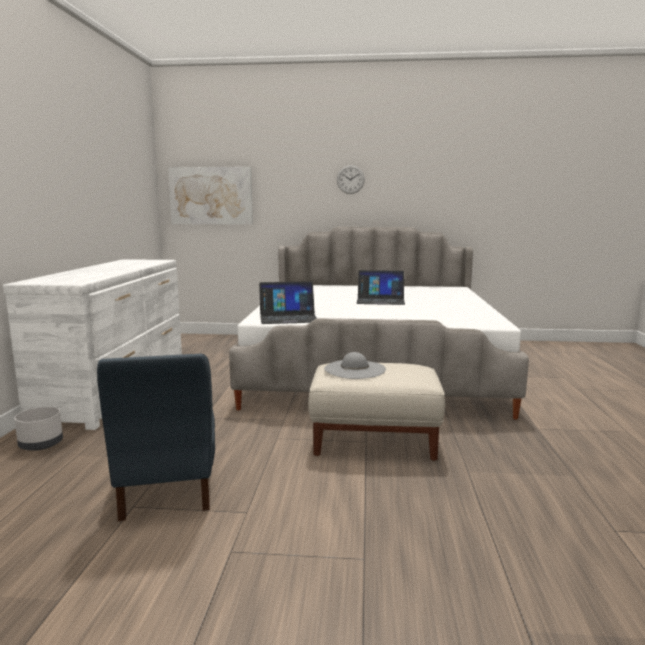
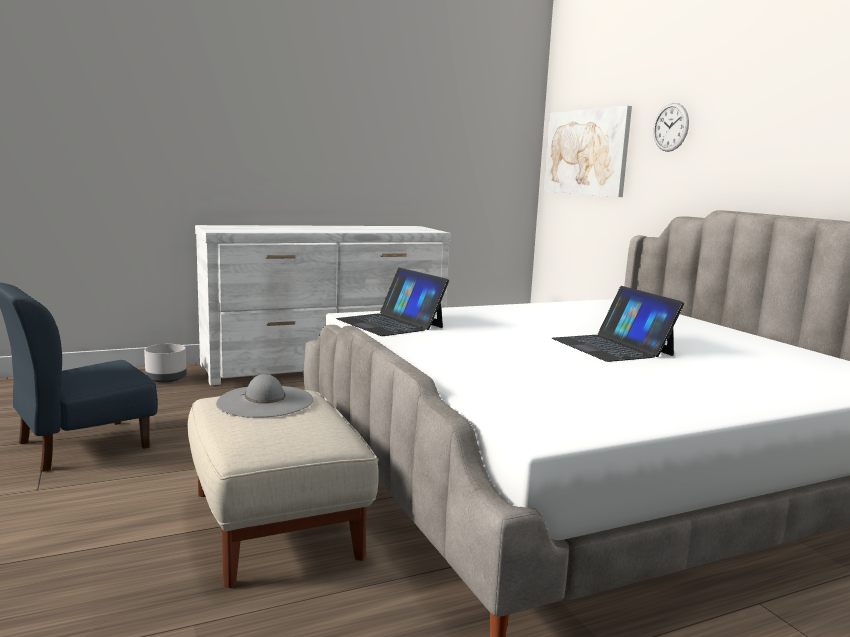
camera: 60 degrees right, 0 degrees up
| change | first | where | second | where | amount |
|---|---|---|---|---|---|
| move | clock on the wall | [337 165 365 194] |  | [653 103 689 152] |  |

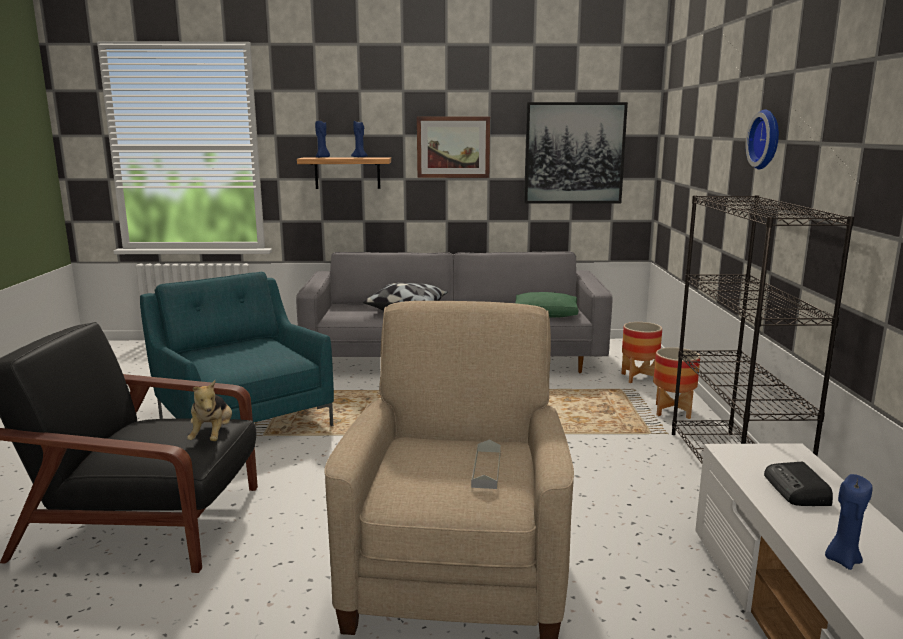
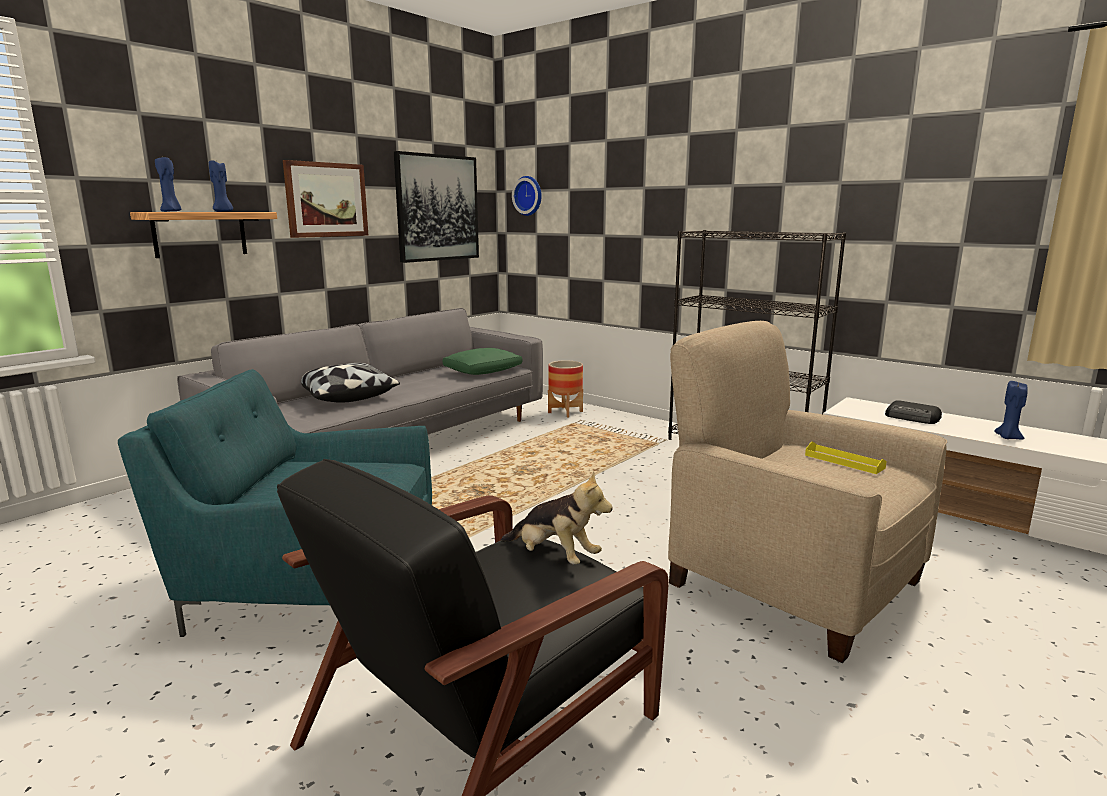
camera: 50 degrees left, 0 degrees up
| change | first | where | second | where | amount |
|---|---|---|---|---|---|
| move | clock on the wall | [746 109 779 169] |  | [512 176 542 216] |  |
| delete | flower pot | [654 347 700 419] |  |  |  |
| recolor | gray serving tray | [471 440 501 489] | yellow-coloured serving tray | [805 441 887 474] |  |

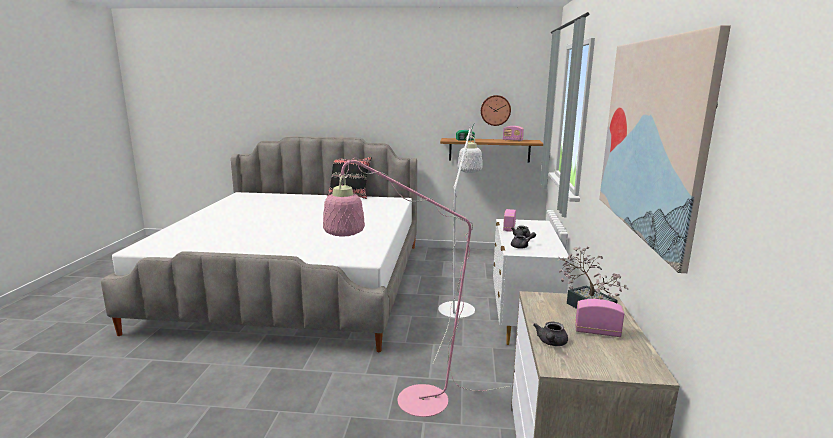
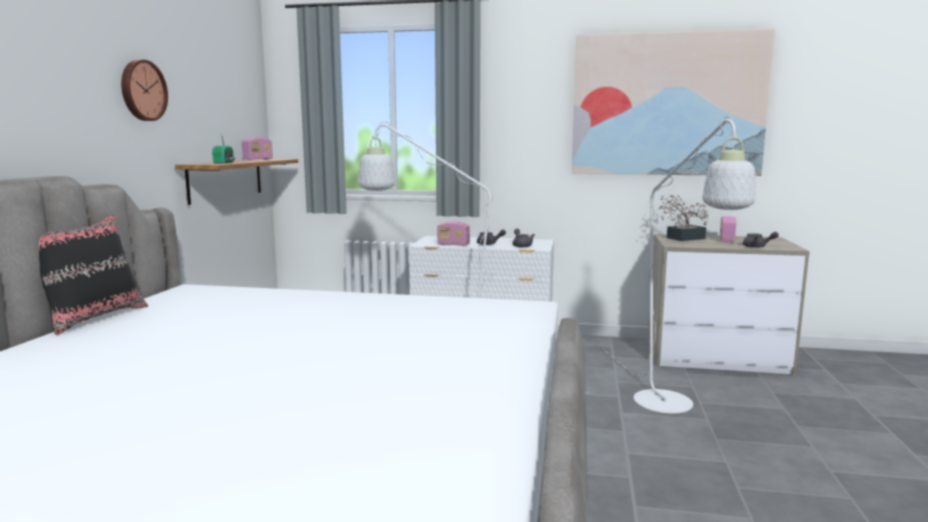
camera: 85 degrees left, 5 degrees down
| change | first | where | second | where | amount |
|---|---|---|---|---|---|
| move | clock on the wall | [481 95 511 126] |  | [121 60 168 121] |  |
| recolor | pink-coloured standing lamp | [323 158 511 417] | whitish standing lamp | [603 116 756 413] |  |

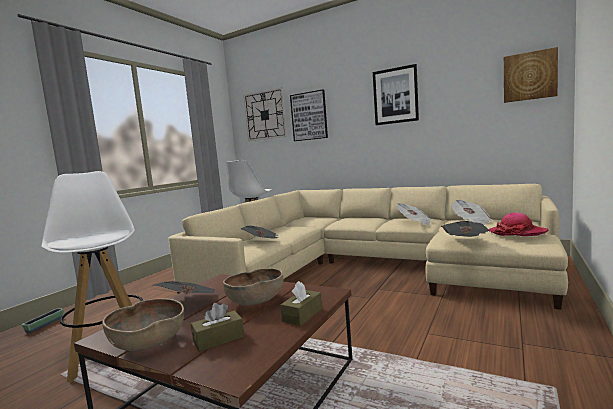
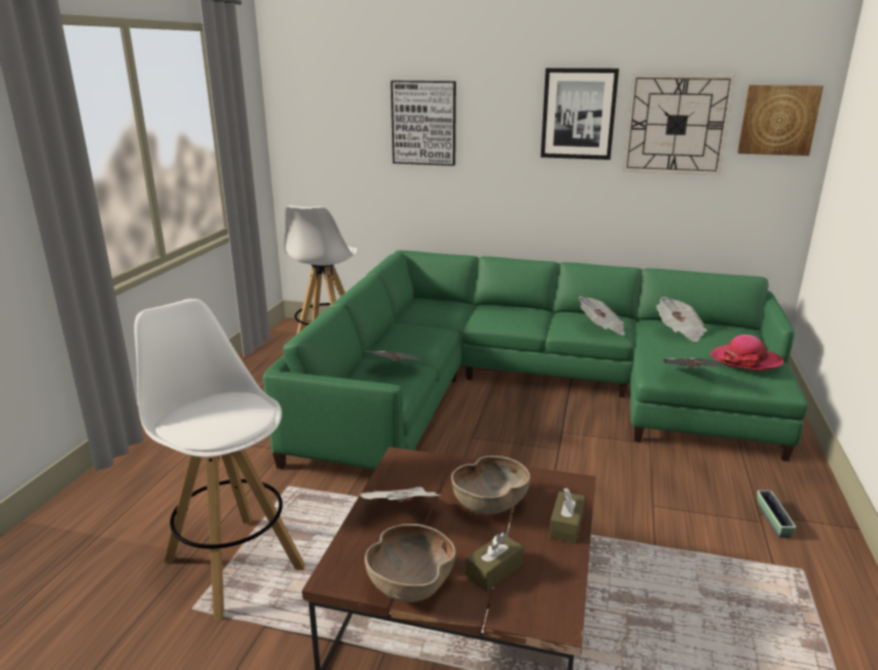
camera: 15 degrees left, 15 degrees up
| change | first | where | second | where | amount |
|---|---|---|---|---|---|
| move | clock on the wall | [243 87 287 141] |  | [623 74 736 176] |  |
| recolor | sand-coloured settee | [168 184 568 310] | green-coloured settee | [263 250 808 469] |  |
| move | flower pot | [22 308 63 333] |  | [757 490 796 538] |  |

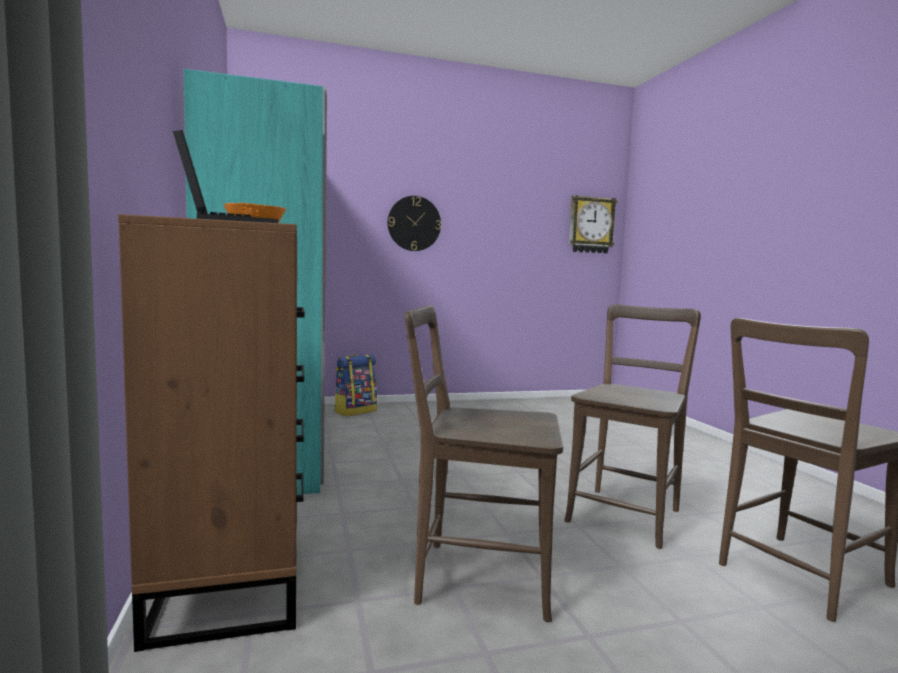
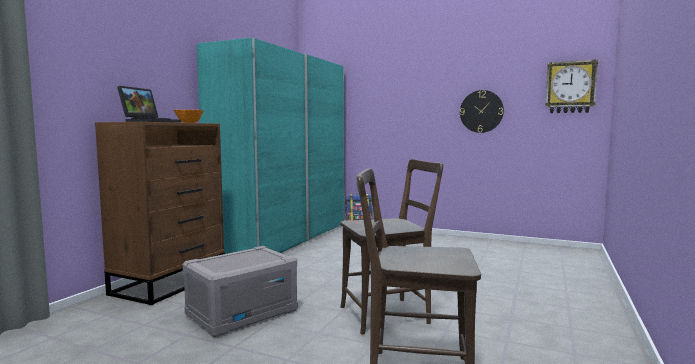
camera: 40 degrees right, 0 degrees up
| change | first | where | second | where | amount |
|---|---|---|---|---|---|
| move | clock on the wall | [388 196 441 251] |  | [460 90 504 133] |  |
| replace | brown-coloured chair | [405 305 563 622] | gray storage bin | [183 246 298 337] |  |

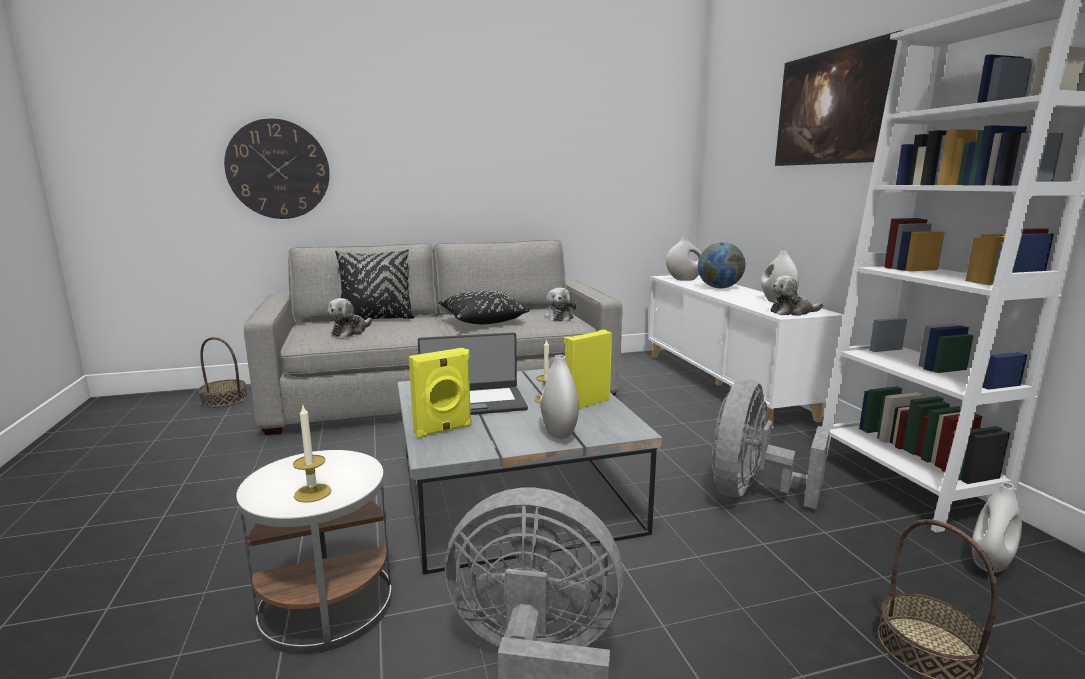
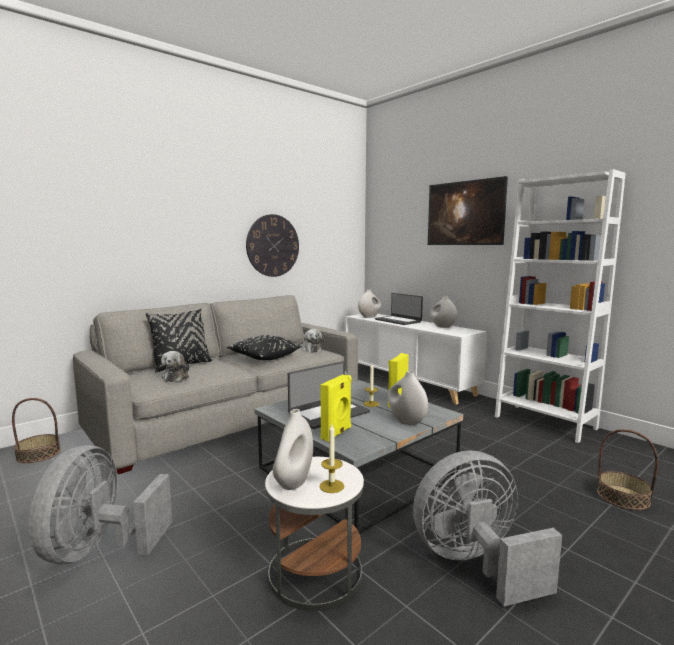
camera: 25 degrees left, 5 degrees down
| change | first | where | second | where | amount |
|---|---|---|---|---|---|
| move | clock on the wall | [224 118 330 219] |  | [246 214 299 277] |  |
| replace | world globe | [698 242 745 288] | laptop | [375 293 423 325] |  |
| delete | soft toy | [770 276 823 316] |  |  |  |
| move | gray electric fan | [712 379 830 509] |  | [29 445 172 564] |  |
| move | whitish decorative vase | [972 482 1022 573] |  | [273 409 313 490] |  |

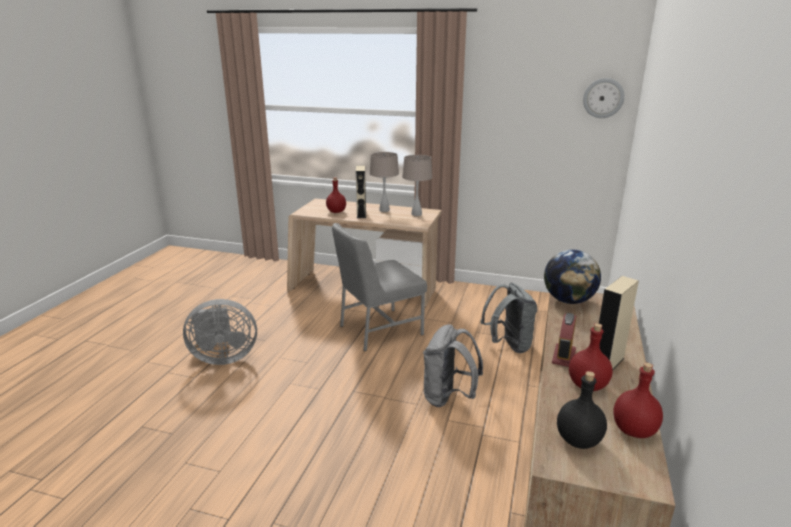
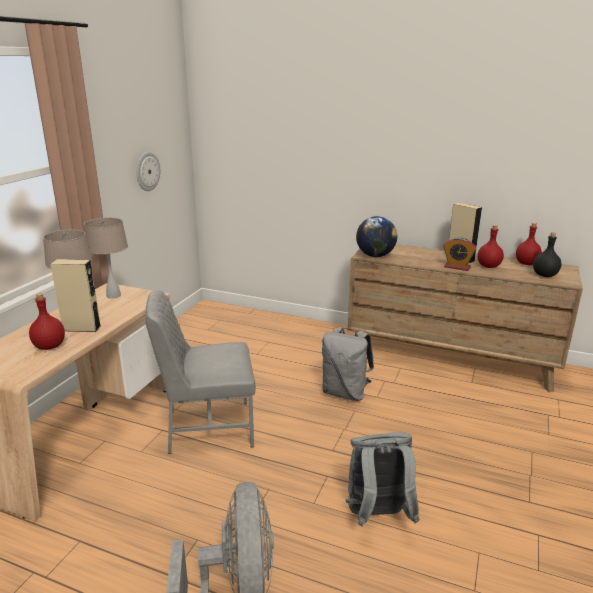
camera: 85 degrees left, 0 degrees up
| change | first | where | second | where | amount |
|---|---|---|---|---|---|
| move | clock on the wall | [583 78 625 118] |  | [136 152 160 191] |  |
| rotate | gray chair | [332 223 427 351] |  | [145 290 256 454] | 105 degrees clockwise |
| move | gray rucksack | [481 283 537 353] |  | [346 432 420 527] |  |

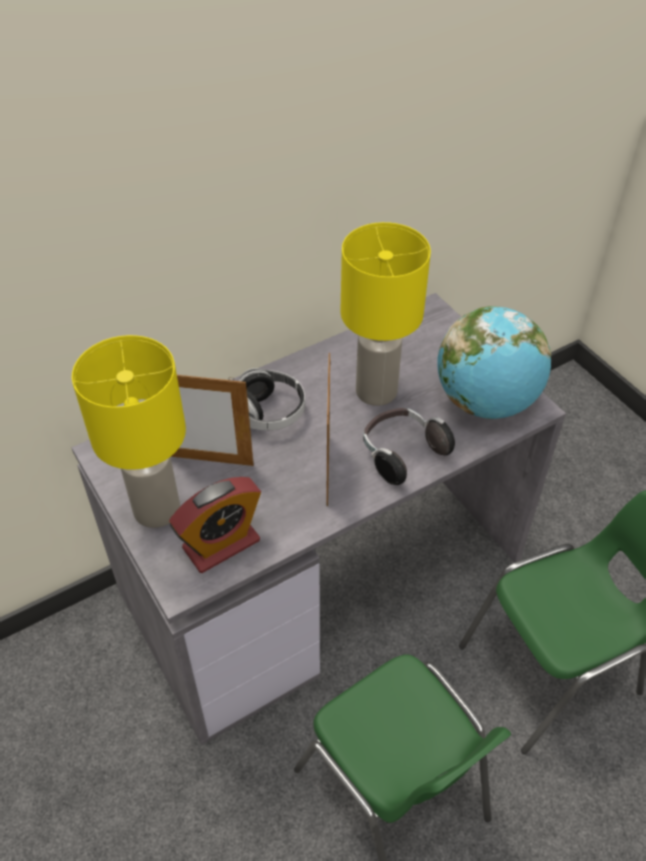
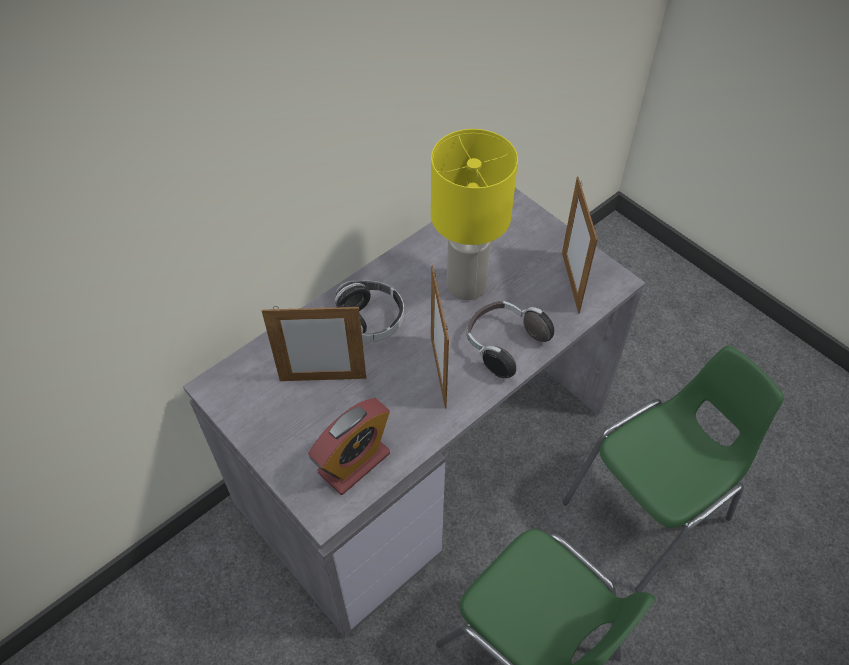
camera: 10 degrees left, 5 degrees up
| change | first | where | second | where | amount |
|---|---|---|---|---|---|
| replace | world globe | [437 306 551 419] | photo frame | [562 176 598 313] |  |
| delete | yellow-coloured lamp for a table | [72 335 186 528] |  |  |  |

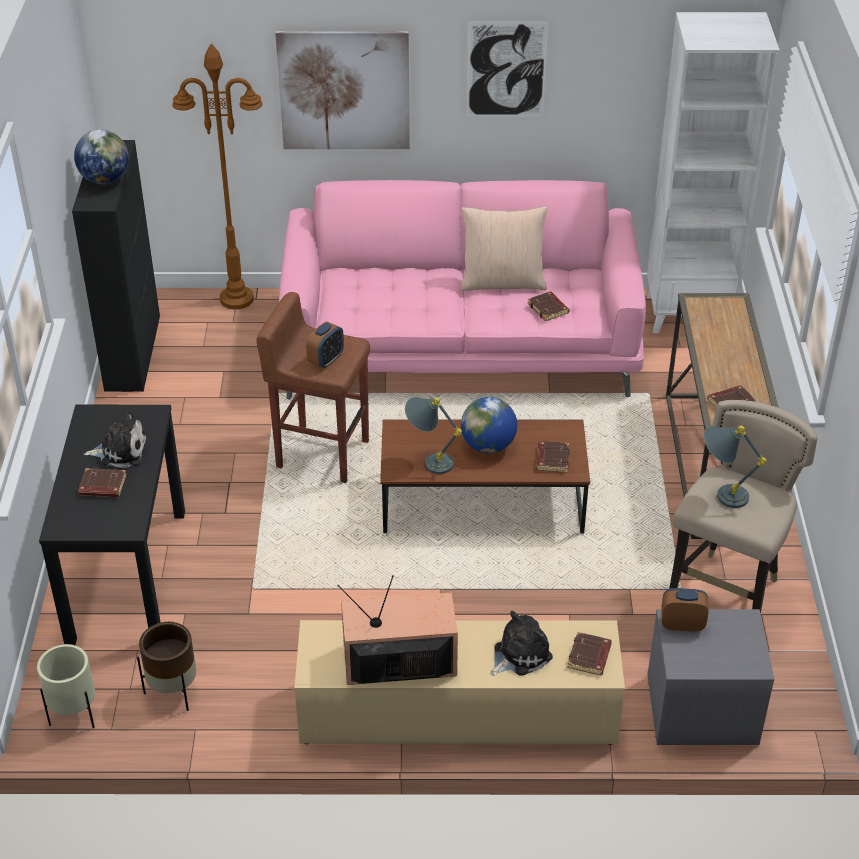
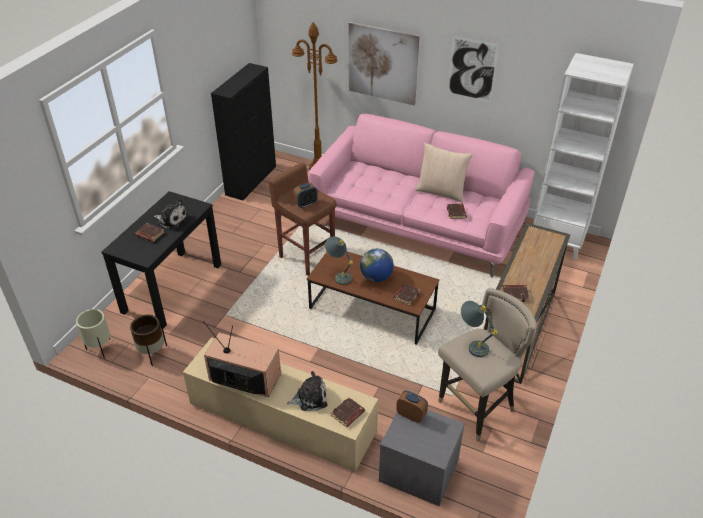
camera: 25 degrees right, 0 degrees up
| change | first | where | second | where | amount |
|---|---|---|---|---|---|
| delete | world globe | [74 130 129 184] |  |  |  |

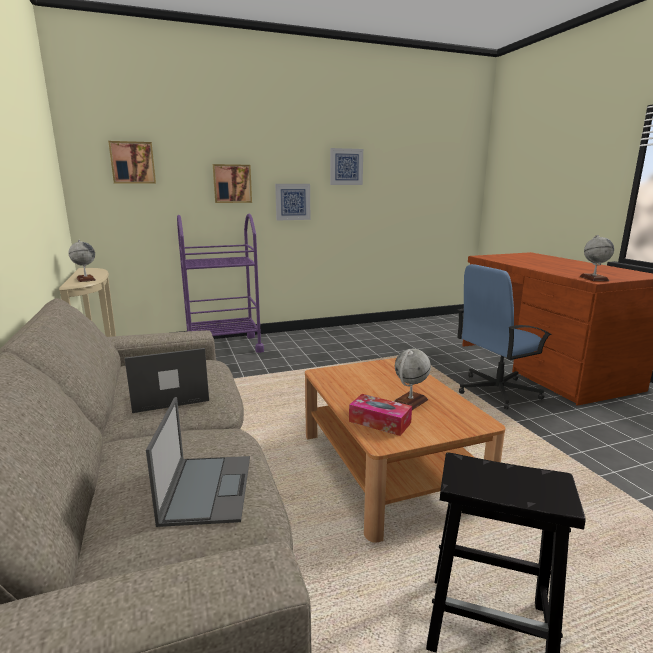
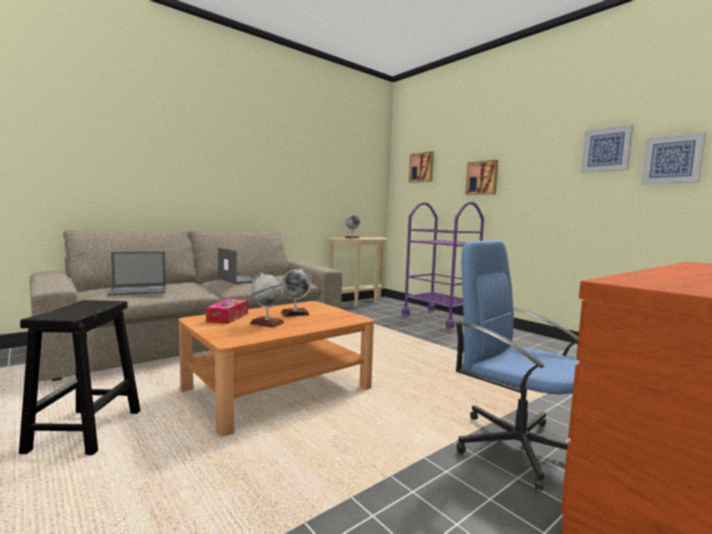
camera: 70 degrees right, 10 degrees down
| change | first | where | second | where | amount |
|---|---|---|---|---|---|
| move | picture | [275 184 310 221] |  | [641 132 706 184] |  |
| move | world globe | [580 235 614 281] |  | [281 268 312 317] |  |

